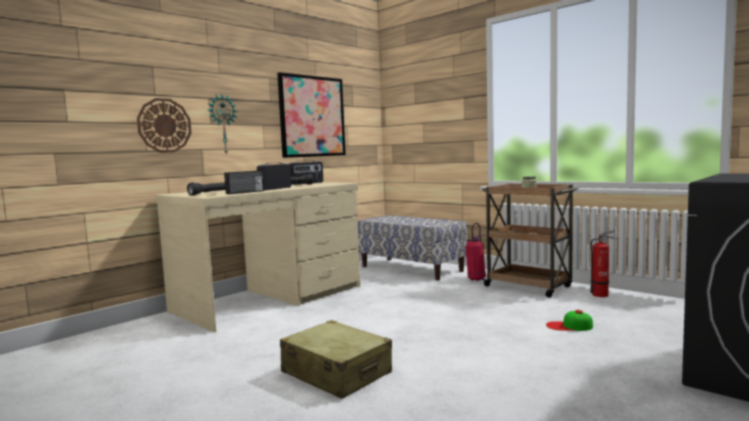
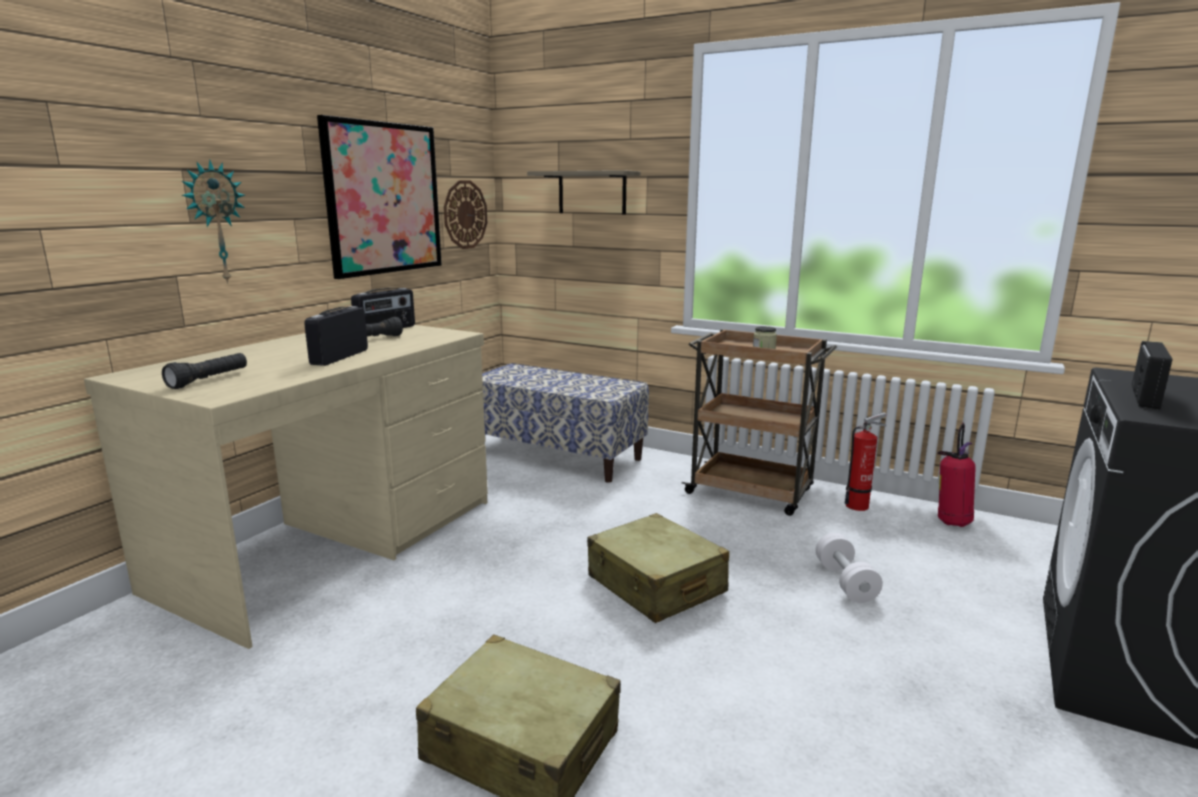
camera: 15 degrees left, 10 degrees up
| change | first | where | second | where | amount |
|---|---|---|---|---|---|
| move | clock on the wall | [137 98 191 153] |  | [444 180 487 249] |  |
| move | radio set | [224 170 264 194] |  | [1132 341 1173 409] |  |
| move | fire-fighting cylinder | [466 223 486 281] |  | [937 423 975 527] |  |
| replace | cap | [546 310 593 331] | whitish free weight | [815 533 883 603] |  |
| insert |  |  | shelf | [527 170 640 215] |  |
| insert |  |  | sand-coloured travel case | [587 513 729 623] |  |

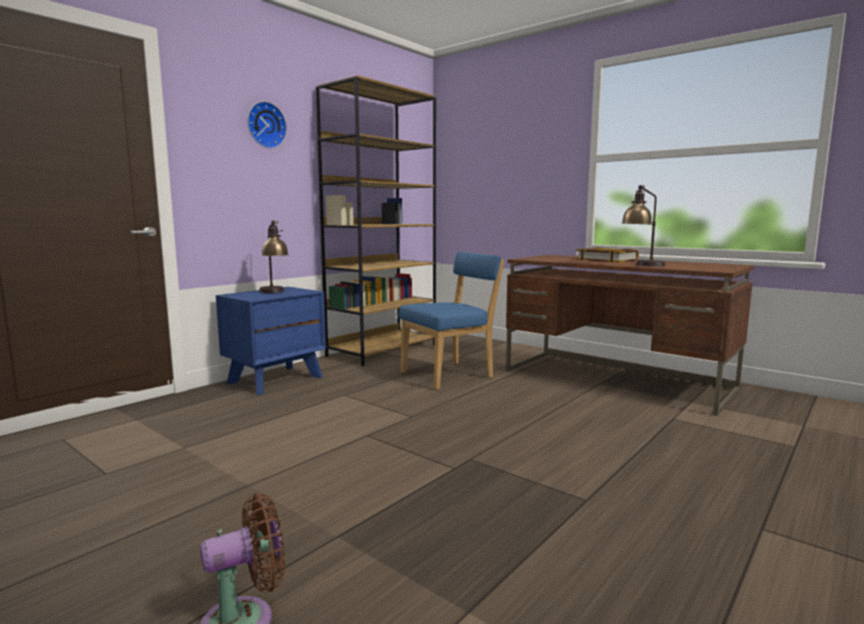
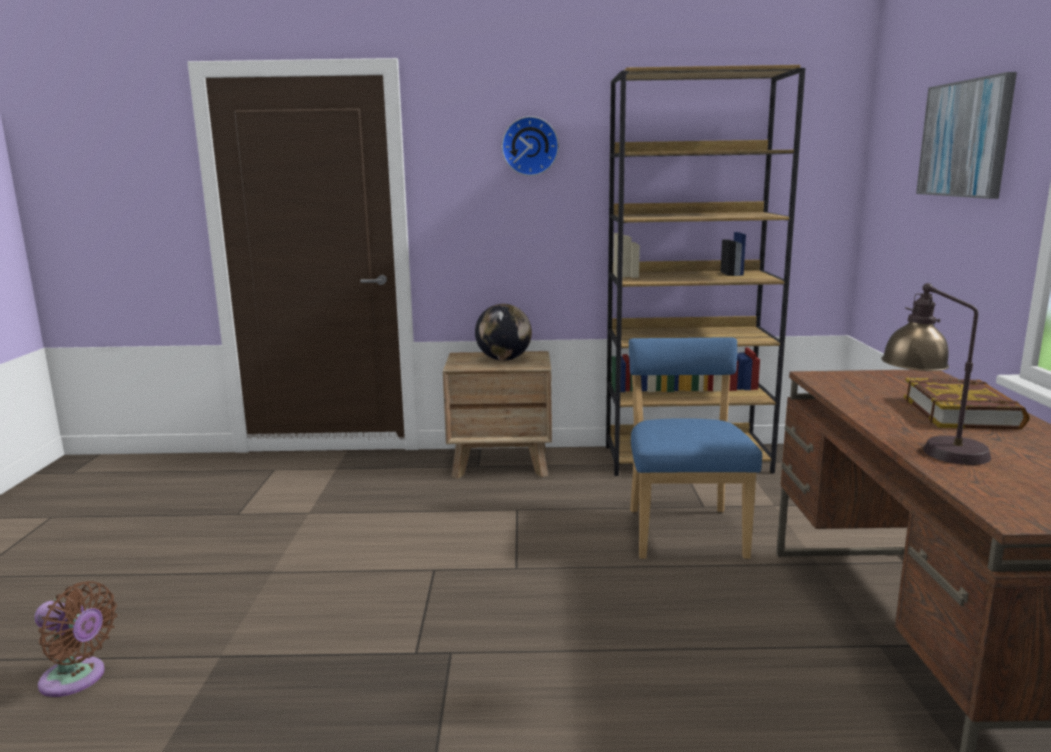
camera: 50 degrees right, 5 degrees up
| change | first | where | second | where | amount |
|---|---|---|---|---|---|
| replace | lamp for a table | [259 220 289 293] | world globe | [475 304 532 361] |  |
| rotate | bluish chair | [399 252 504 390] |  | [629 337 762 559] | 105 degrees counterclockwise |
| recolor | bluish bedside table | [216 287 326 395] | brown-coloured bedside table | [443 351 552 478] |  |
| insert |  |  | picture | [916 72 1017 199] |  |

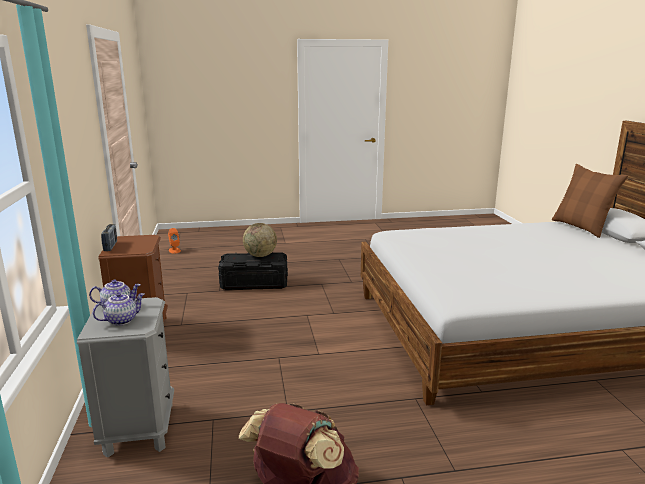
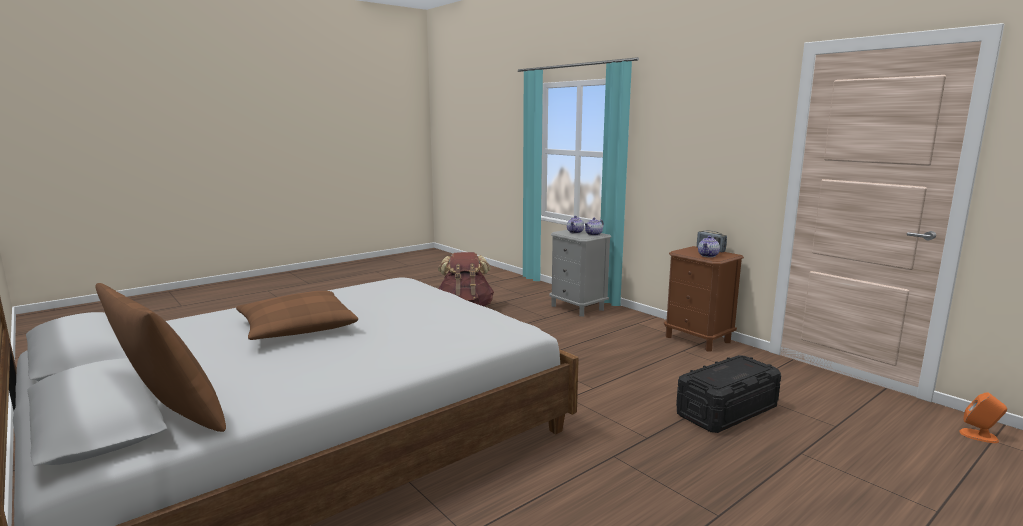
camera: 150 degrees right, 5 degrees down
| change | first | where | second | where | amount |
|---|---|---|---|---|---|
| delete | world globe | [243 223 277 257] |  |  |  |
| insert |  |  | tea pot | [698 236 720 257] |  |
| insert |  |  | brown-coloured cushion | [236 291 358 340] |  |

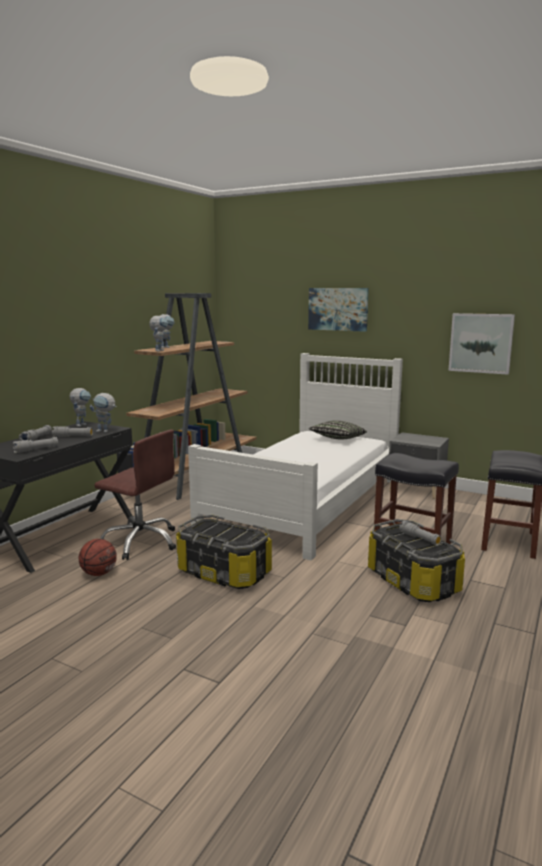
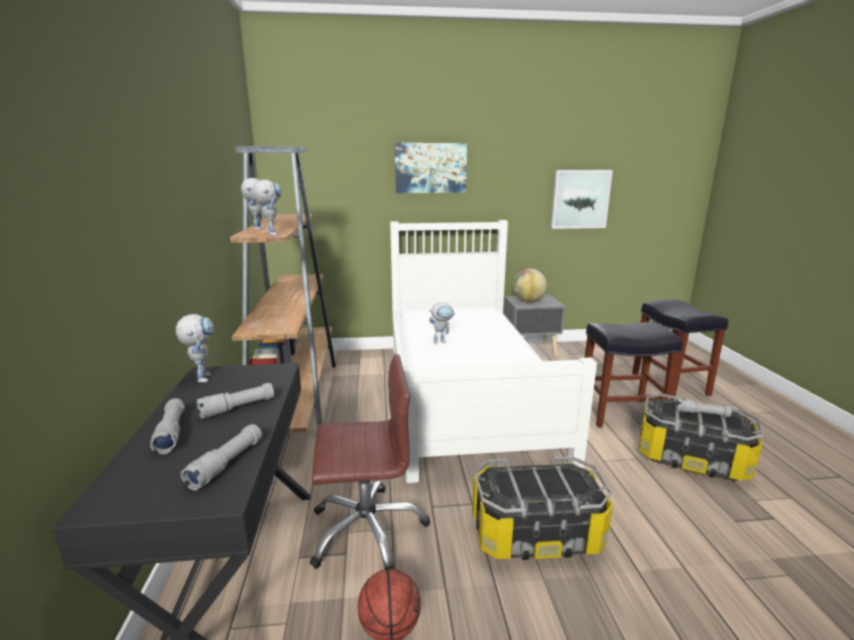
camera: 35 degrees left, 5 degrees up
| change | first | where | second | where | amount |
|---|---|---|---|---|---|
| move | toy robot | [90 393 117 433] |  | [429 302 455 344] |  |
| delete | cushion | [309 420 367 439] |  |  |  |
| insert |  |  | world globe | [513 269 547 302] |  |

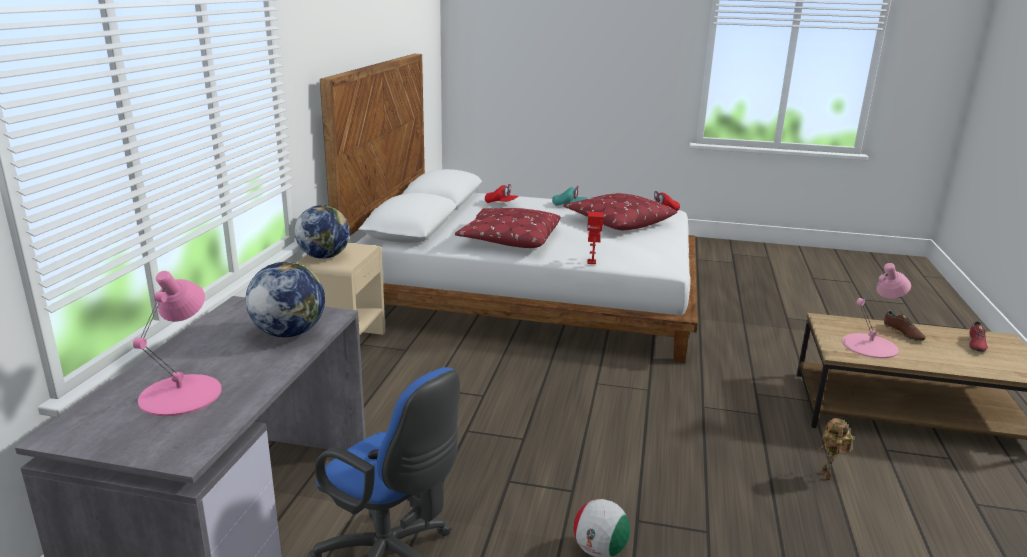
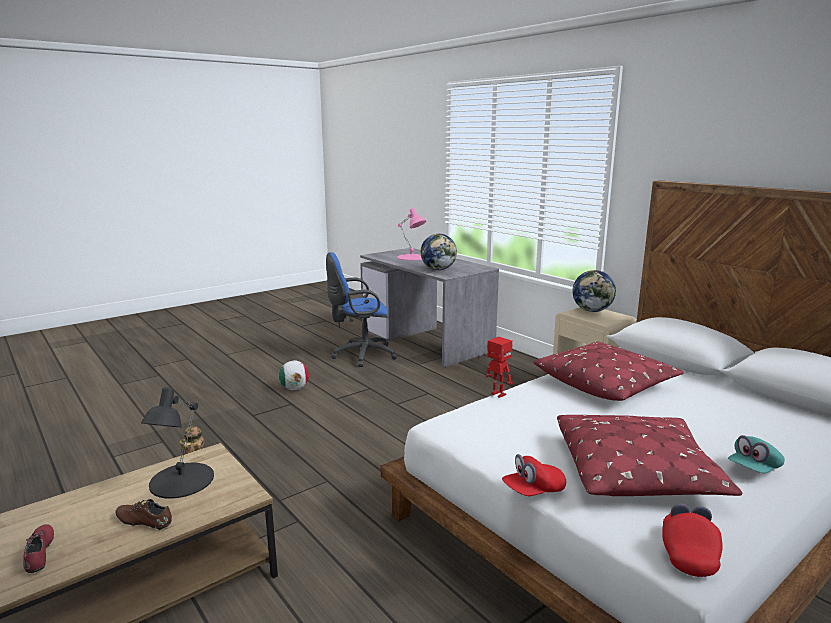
camera: 130 degrees right, 5 degrees down
| change | first | where | second | where | amount |
|---|---|---|---|---|---|
| move | red cap | [485 184 519 203] |  | [502 454 566 496] |  |
| recolor | pink-coloured lamp for a table | [842 263 911 358] | black-coloured lamp for a table | [141 387 214 499] |  |

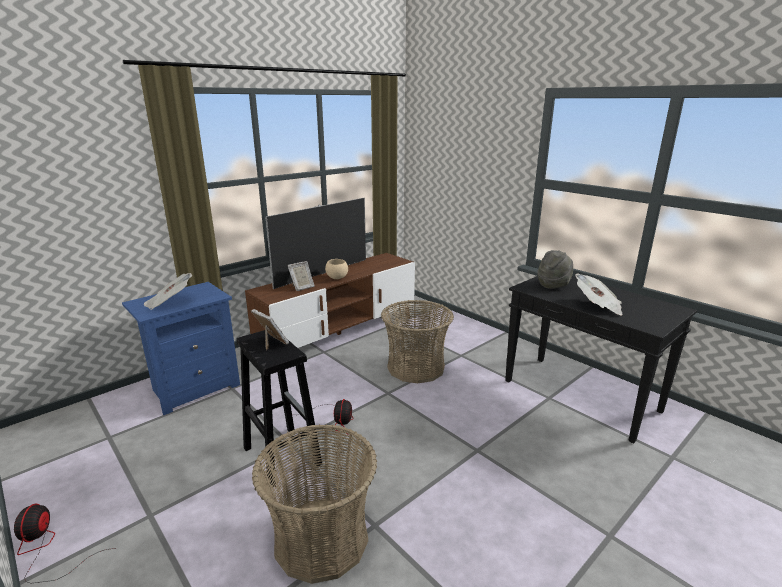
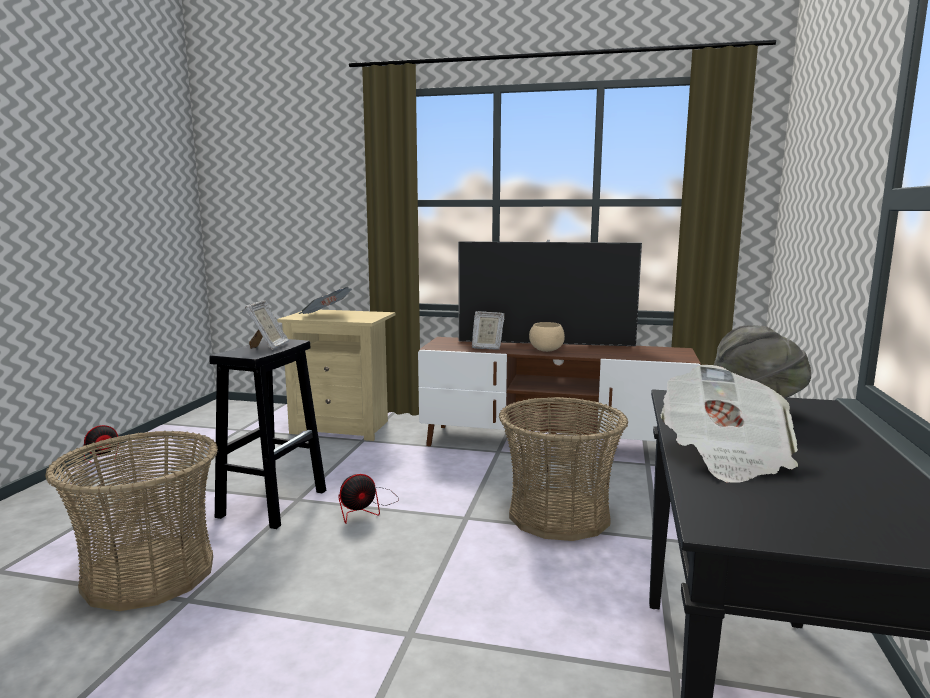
camera: 55 degrees right, 10 degrees down
| change | first | where | second | where | amount |
|---|---|---|---|---|---|
| recolor | bluish bedside table | [122 282 240 415] | sand-coloured bedside table | [277 310 396 441] |  |

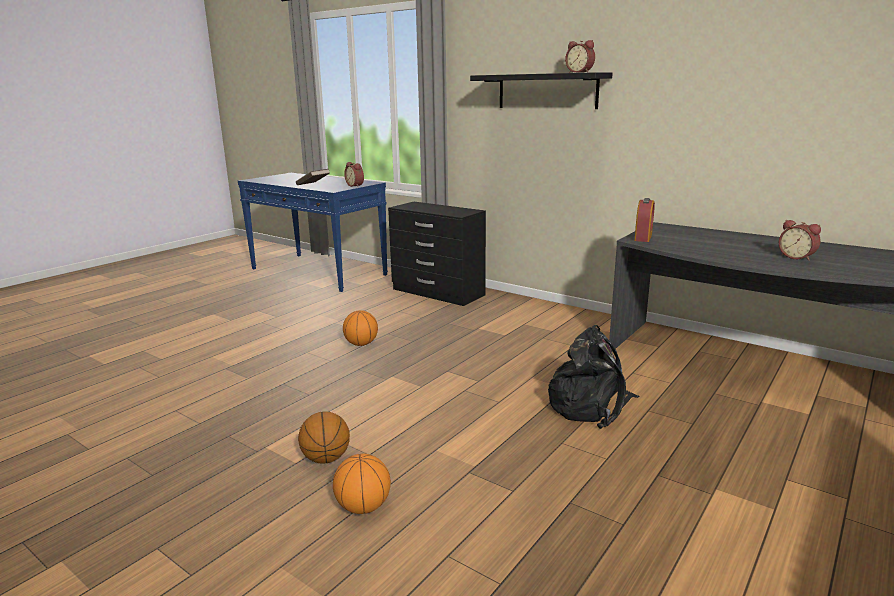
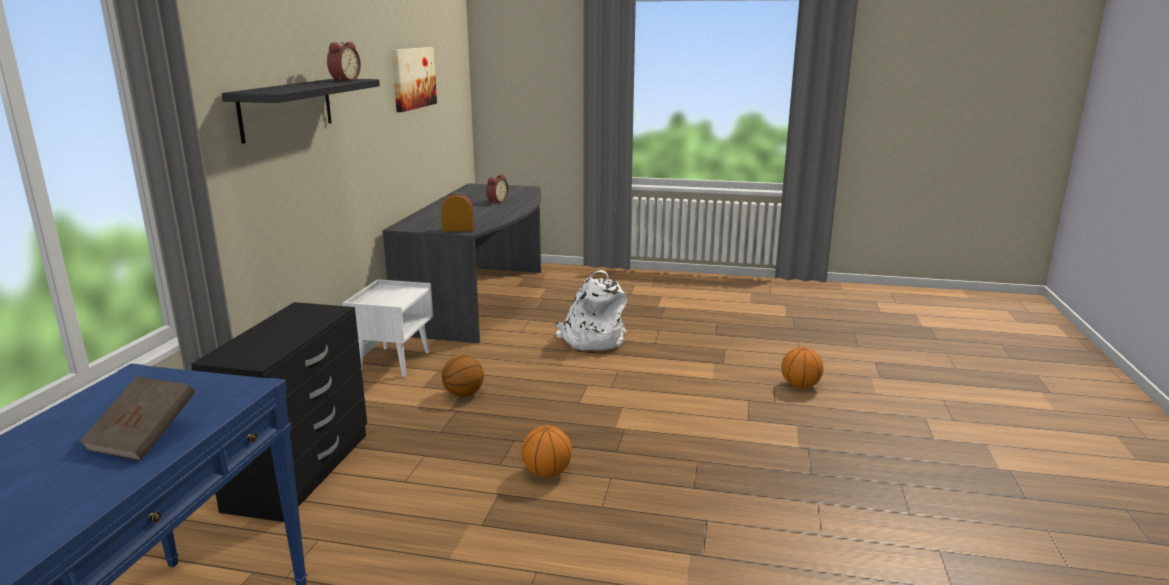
camera: 115 degrees left, 0 degrees up
| change | first | where | second | where | amount |
|---|---|---|---|---|---|
| delete | table clock | [345 162 364 187] |  |  |  |
| recolor | black-coloured rucksack | [548 325 640 429] | whitish rucksack | [556 270 628 350] |  |
| move | basketball | [298 411 350 464] |  | [442 355 484 397] |  |
| insert |  |  | picture | [392 47 437 112] |  |
| insert |  |  | whitish bedside table | [343 279 433 377] |  |

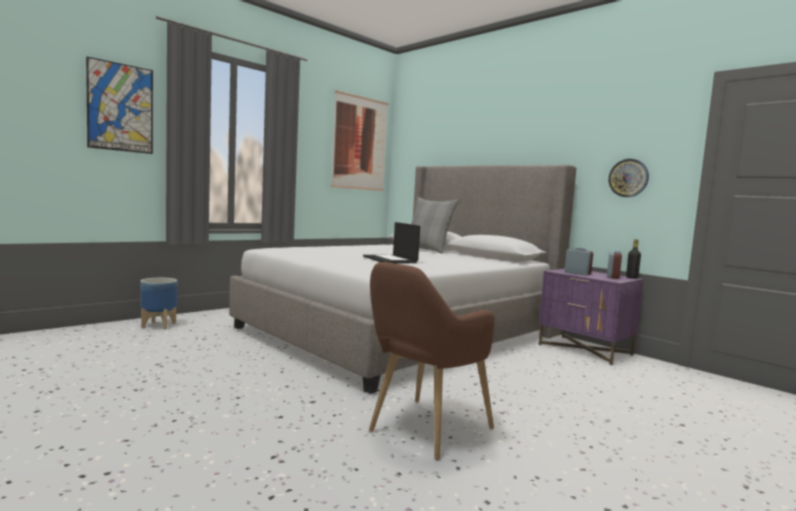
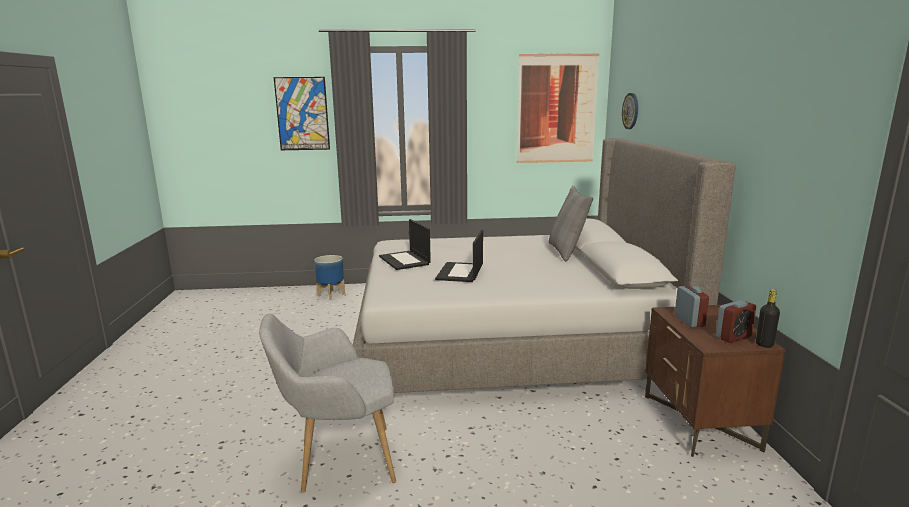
camera: 40 degrees right, 10 degrees up
| change | first | where | second | where | amount |
|---|---|---|---|---|---|
| move | clock on the wall | [608 159 649 197] |  | [622 93 638 129] |  |
| recolor | brown-coloured armchair | [369 262 494 461] | gray armchair | [259 314 396 493] |  |
| recolor | purple bedside table | [538 268 644 365] | brown-coloured bedside table | [645 305 786 457] |  |
| insert |  |  | laptop | [379 219 431 270] |  |

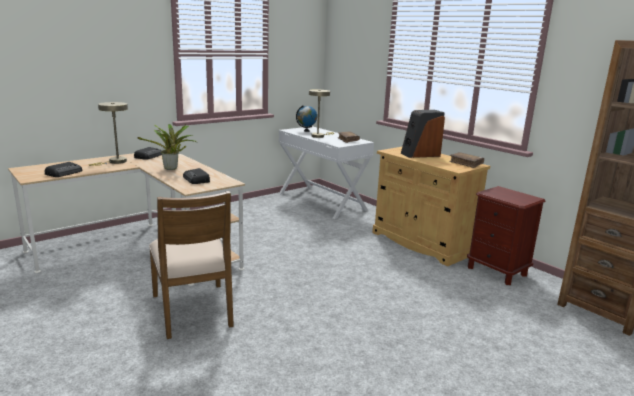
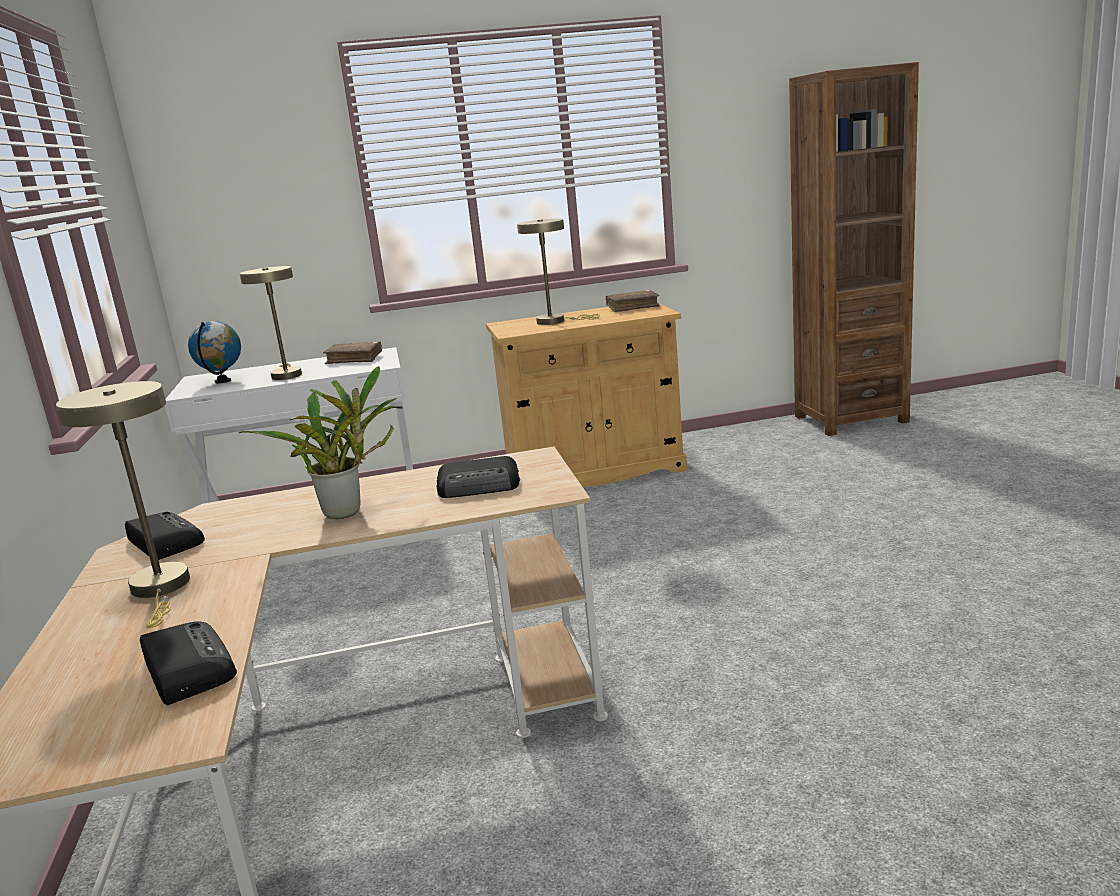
camera: 60 degrees left, 0 degrees up
| change | first | where | second | where | amount |
|---|---|---|---|---|---|
| replace | speaker | [401 110 445 158] | sand-coloured lamp for a table | [517 219 600 325] |  |
| delete | brown-coloured bedside table | [467 186 546 285] |  |  |  |
| delete | brown-coloured chair | [149 191 234 339] |  |  |  |

